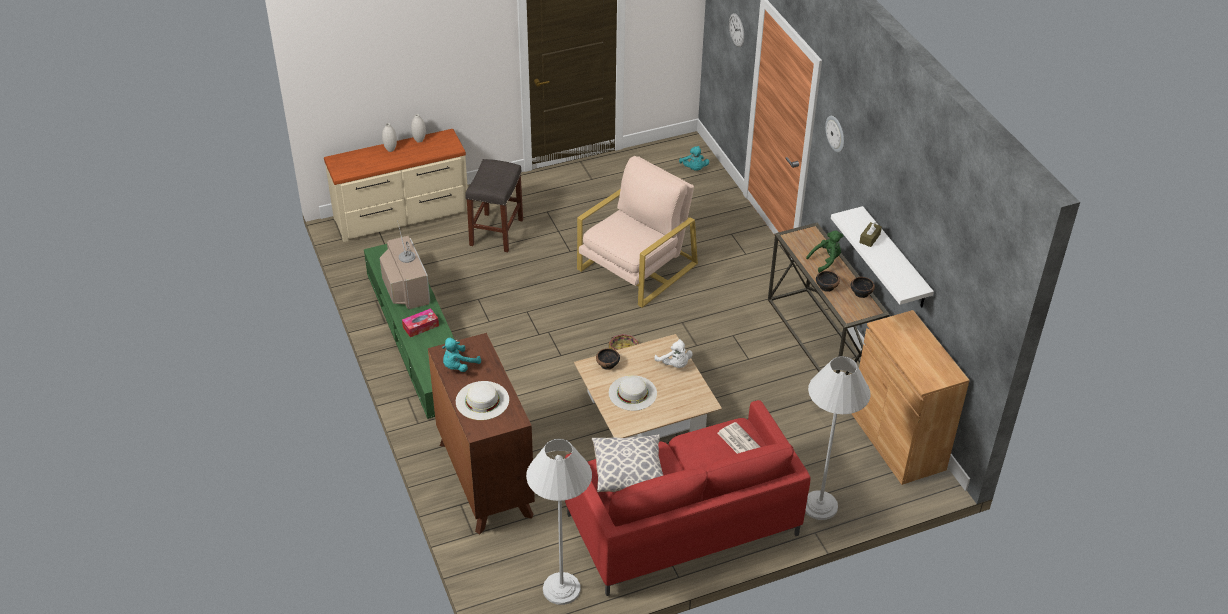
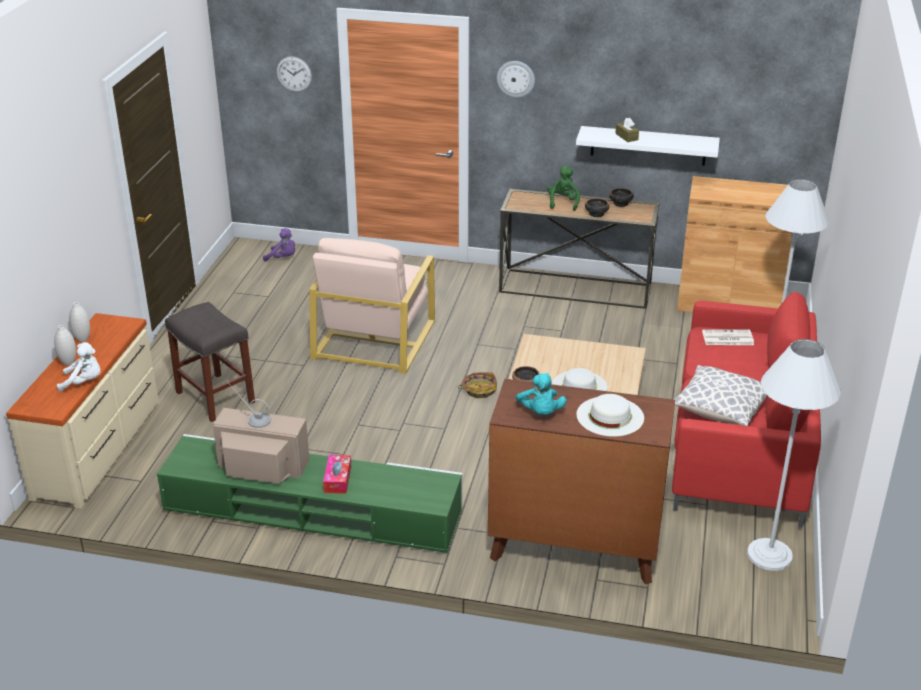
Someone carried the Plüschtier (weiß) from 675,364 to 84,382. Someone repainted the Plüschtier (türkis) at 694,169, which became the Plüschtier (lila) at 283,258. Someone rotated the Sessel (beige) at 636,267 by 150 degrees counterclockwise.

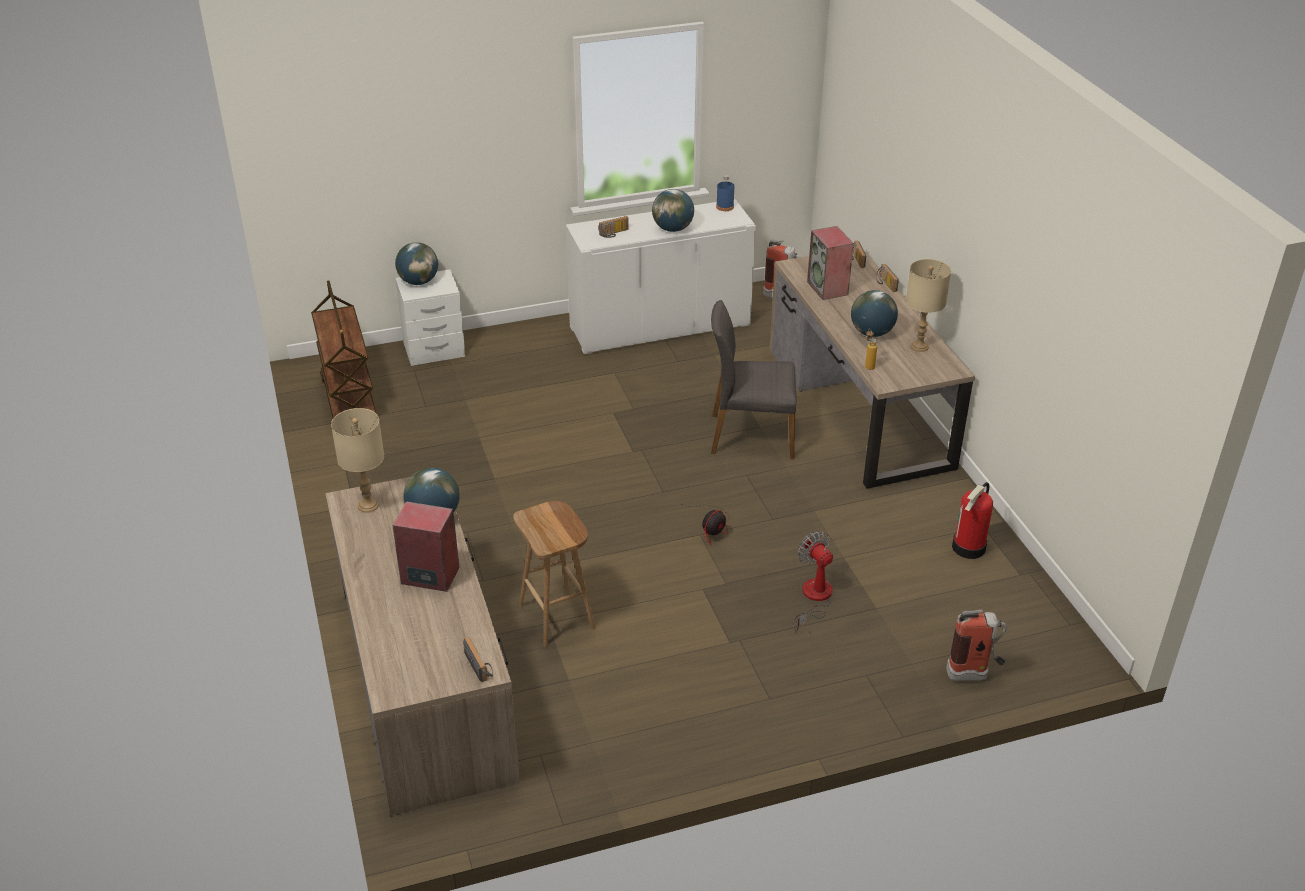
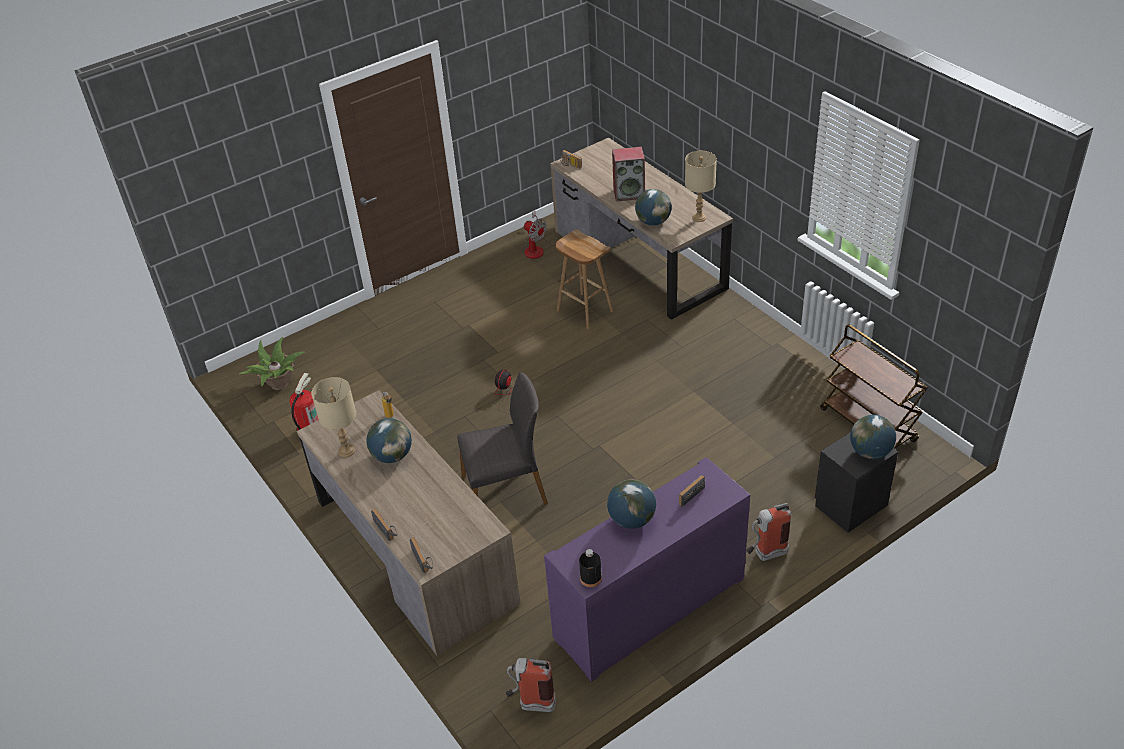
Someone took away the Lautsprecher at 828,288. Someone put down the Topfpflanze at 279,384. Someone carried the Ventilator from 814,598 to 534,248. Someone carried the Feuerlöscher from 974,675 to 765,555. Someone repainted the Nachttisch (weiß) at 434,350, which became the Nachttisch (schwarz) at 850,505. Someone repainted the Schrank (weiß) at 660,326, which became the Schrank (lila) at 650,608. Someone repainted the Flasche (blau) at 725,207, which became the Flasche (schwarz) at 591,578.

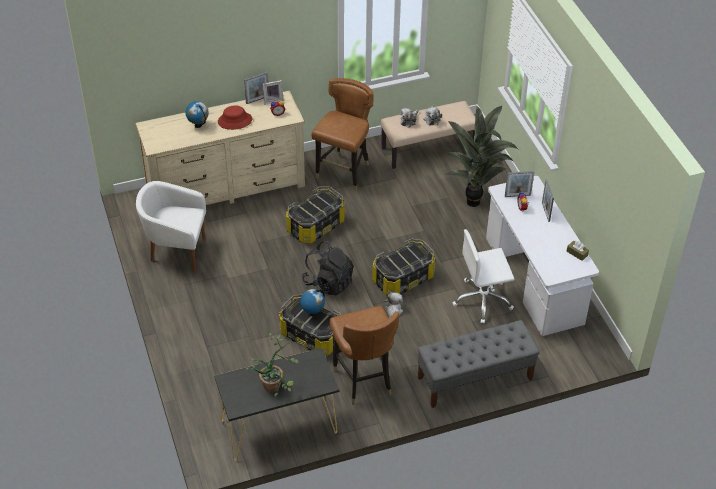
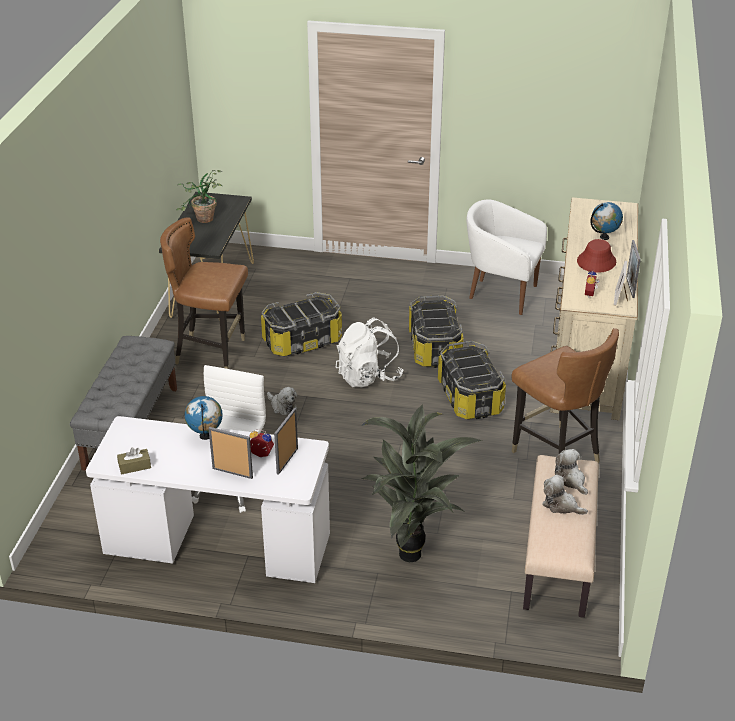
Someone carried the Globus from 312,313 to 206,436. Someone carried the Aufbewahrungsbox from 403,278 to 434,348. Someone repainted the Rucksack (schwarz) at 328,282, which became the Rucksack (weiß) at 368,376. Someone rotated the Sessel (weiß) at 176,252 by 105 degrees counterclockwise.

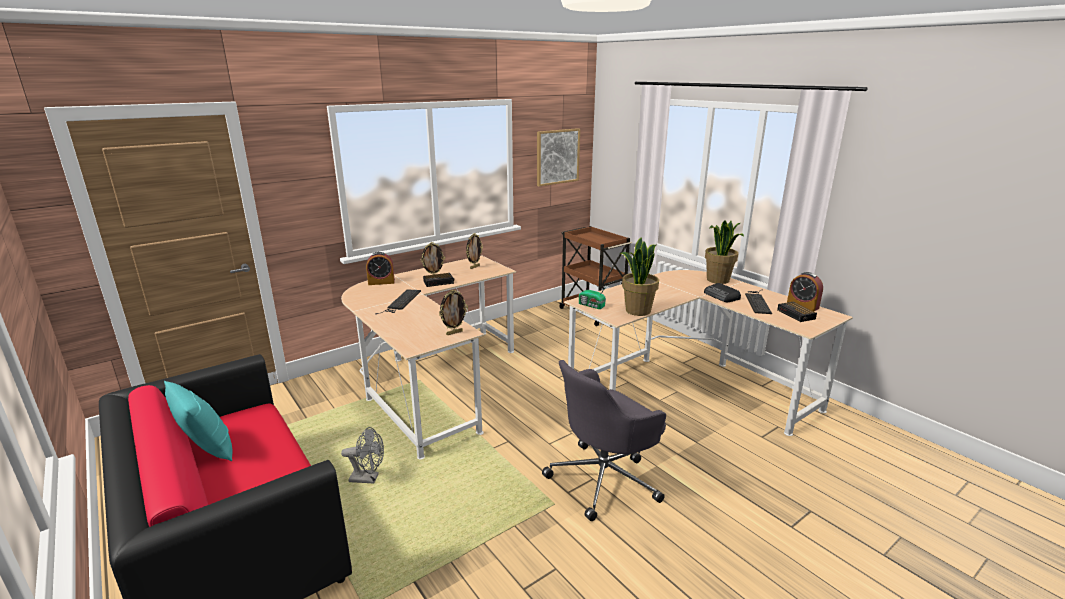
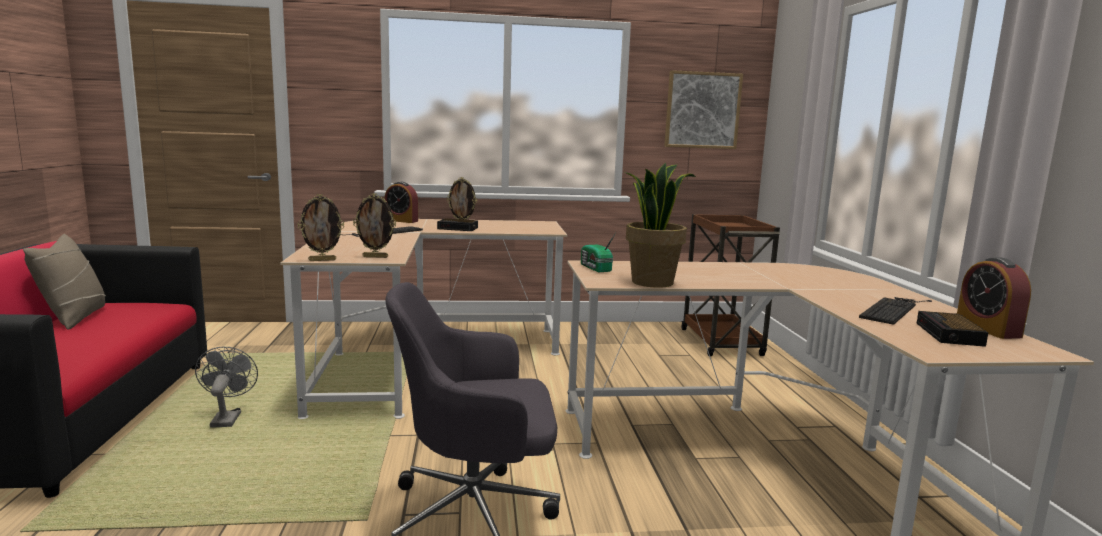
Someone took away the Radio at 722,296. Someone took away the Topfpflanze at 718,280. Someone carried the Bilderrahmen from 474,267 to 322,260. Someone repainted the Kissen (türkis) at 207,448, which became the Kissen (beige) at 74,317. Someone rotated the Ventilator (grau) at 368,478 by 135 degrees counterclockwise.

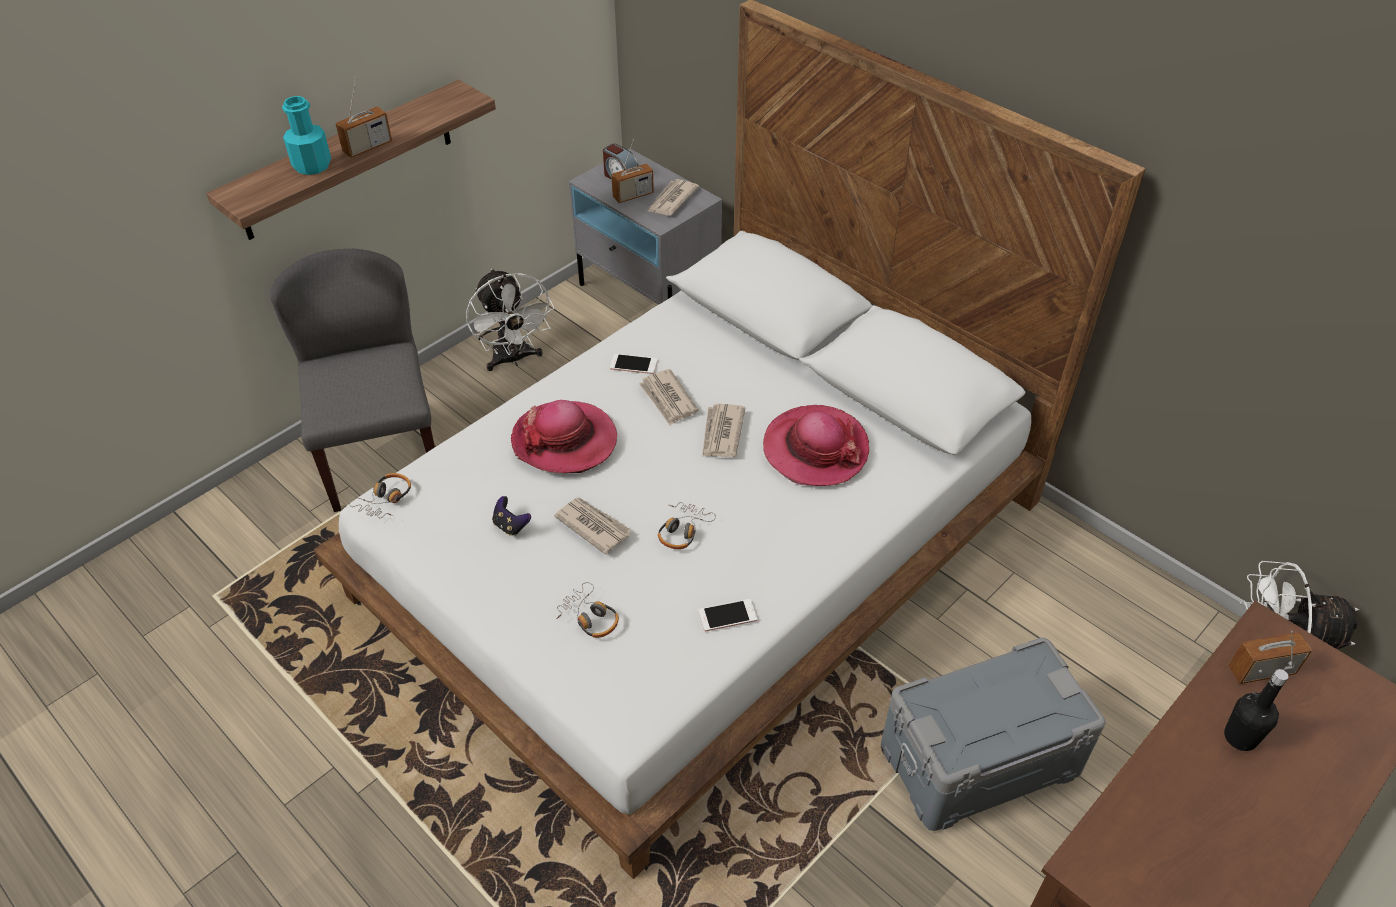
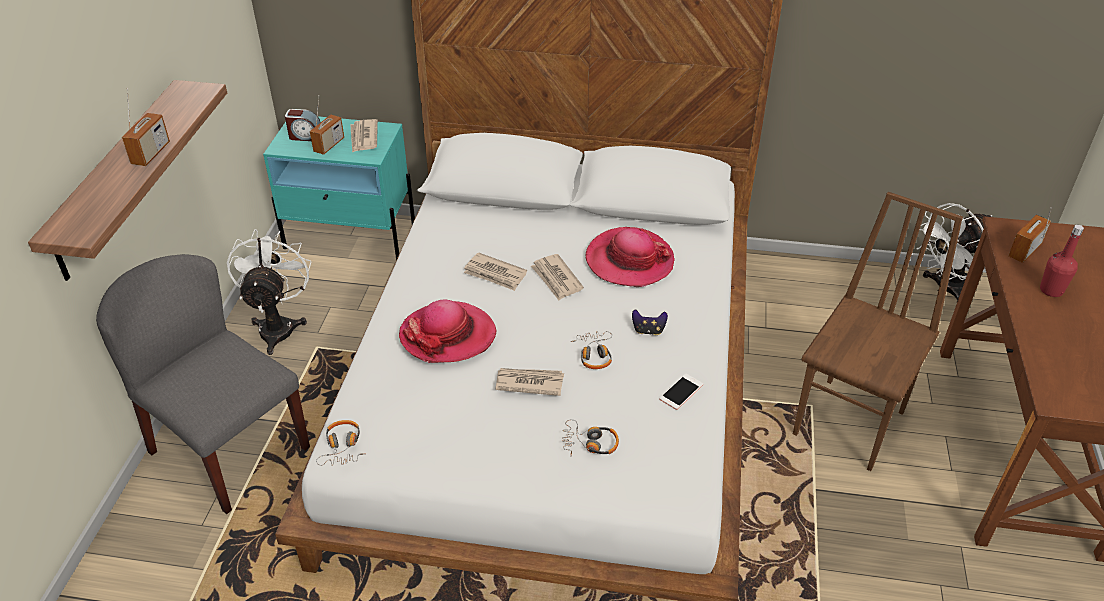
Someone took away the Flasche (türkis) at 312,165. Someone took away the Handy at 633,364. Someone carried the Gamepad from 511,526 to 648,330. Someone swapped the Aufbewahrungsbox (grau) at 980,760 for the Stuhl (braun) at 851,423. Someone repainted the Nachttisch (grau) at 648,298, which became the Nachttisch (türkis) at 351,236. Someone repainted the Flasche (schwarz) at 1240,737, which became the Flasche (rot) at 1051,290. Someone rotated the Ventilator (weiß) at 513,359 by 120 degrees counterclockwise.

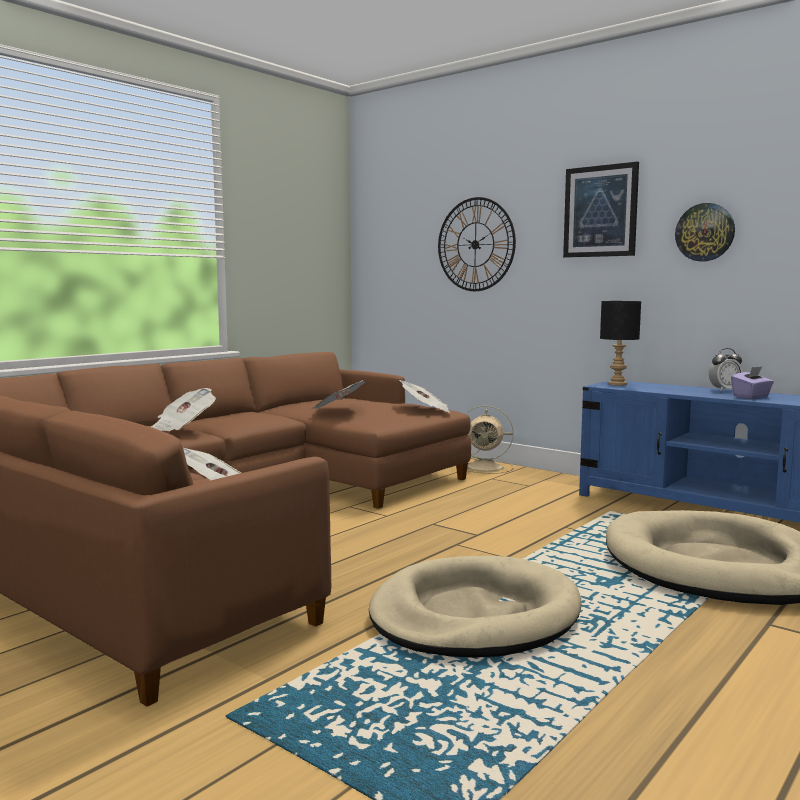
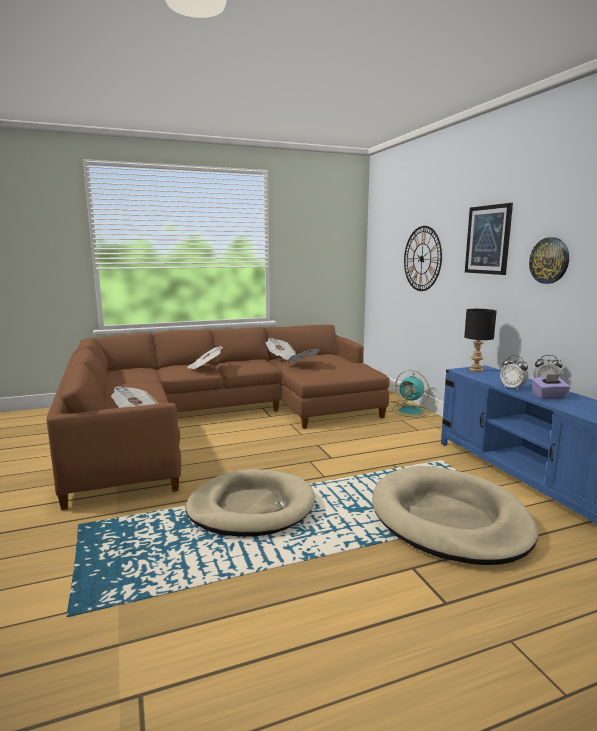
Someone put down the Wecker at 512,388. Someone carried the Zeitung from 426,411 to 281,357. Someone repainted the Ventilator (beige) at 486,467, which became the Ventilator (türkis) at 411,411.

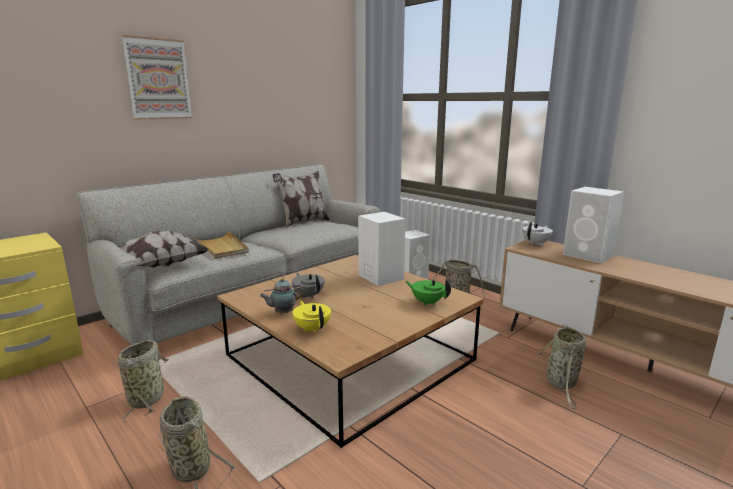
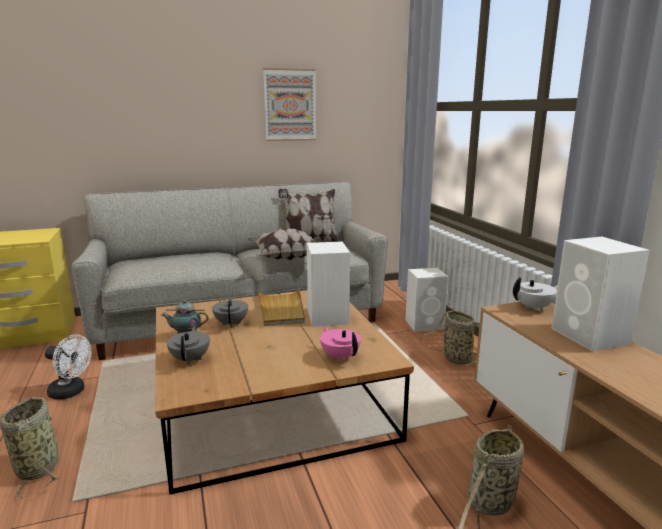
Someone carried the Kissen from 161,265 to 285,259. Someone carried the Bild from 158,79 to 289,105. Someone carried the Tablett (beige) from 221,247 to 281,309. Someone swapped the Korb at 148,398 for the Ventilator (weiß) at 71,392. Someone repainted the Teekanne (gelb) at 312,329, which became the Teekanne (grau) at 190,359. Someone repainted the Teekanne (grün) at 427,302, which became the Teekanne (rosa) at 340,356.

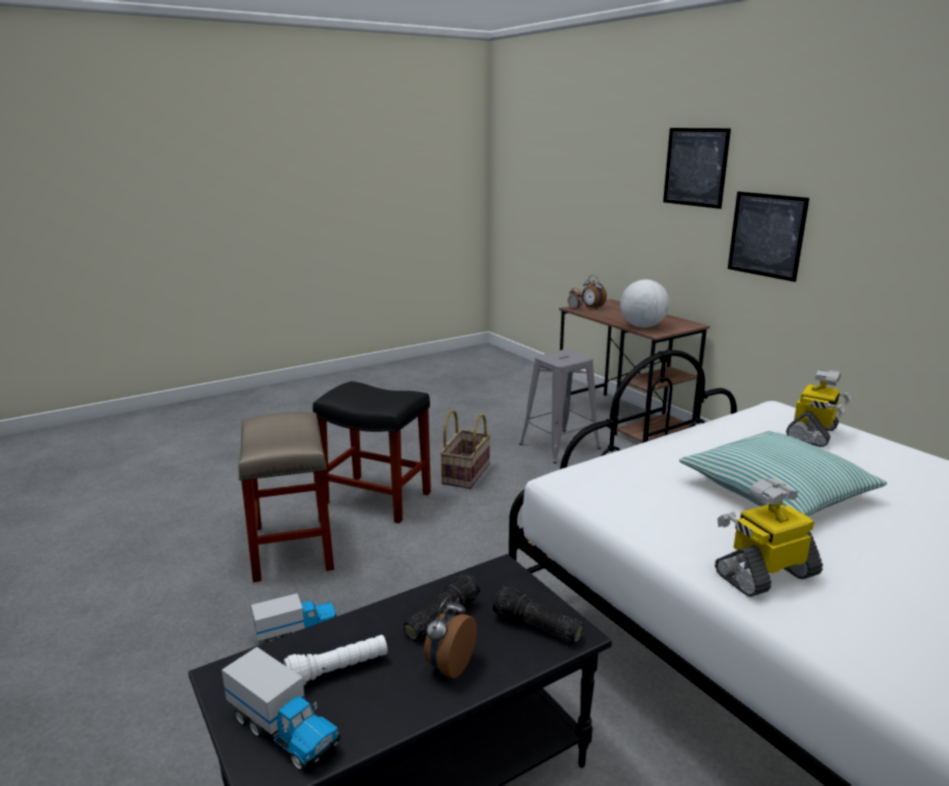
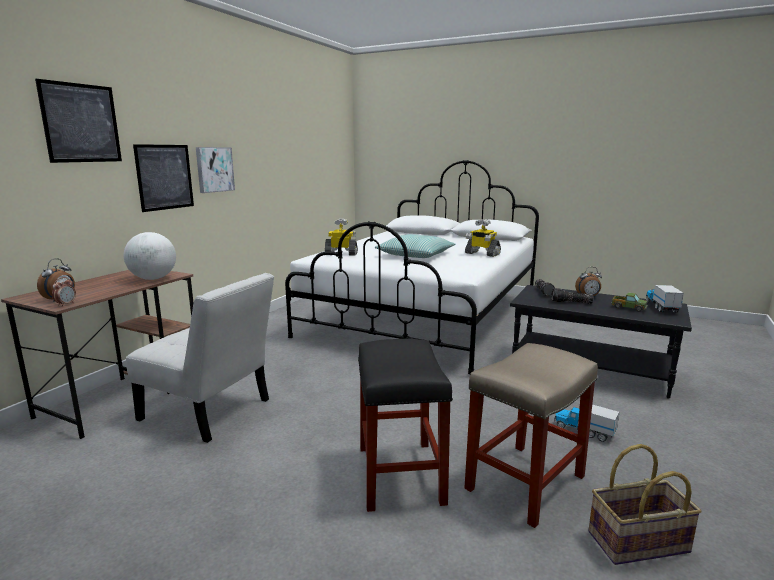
Someone put up the Bild at 214,169. Someone carried the Korb from 465,474 to 638,543. Someone swapped the Taschenlampe (weiß) at 338,671 for the Spielzeuglaster at 628,308. Someone swapped the Hocker (grau) at 559,446 for the Stuhl (weiß) at 210,412.

